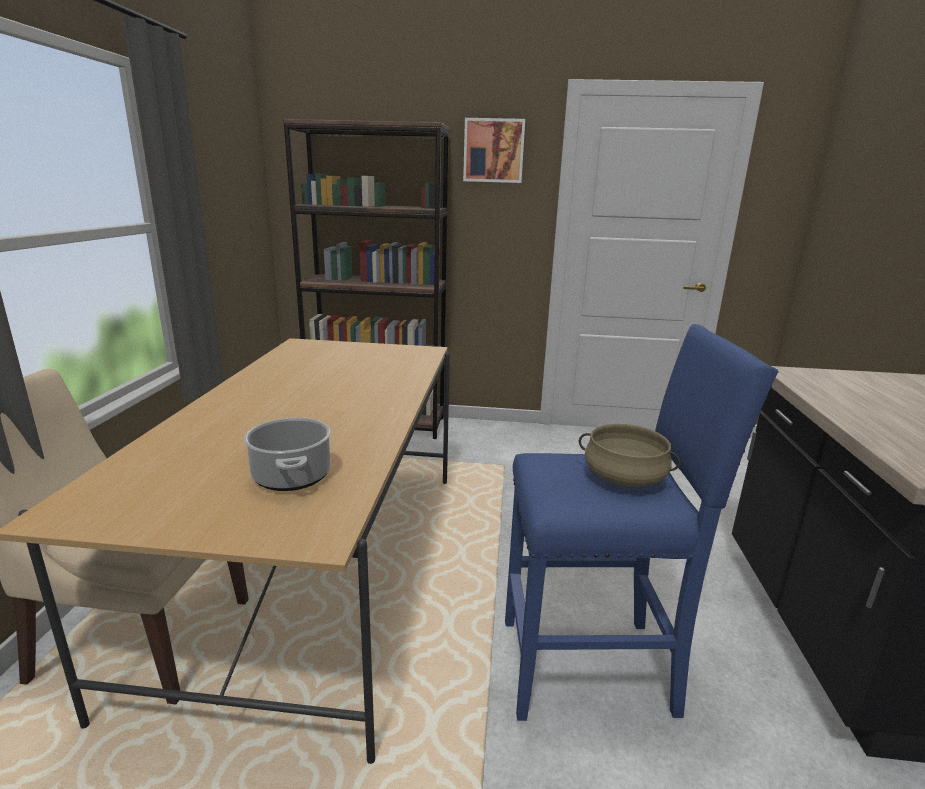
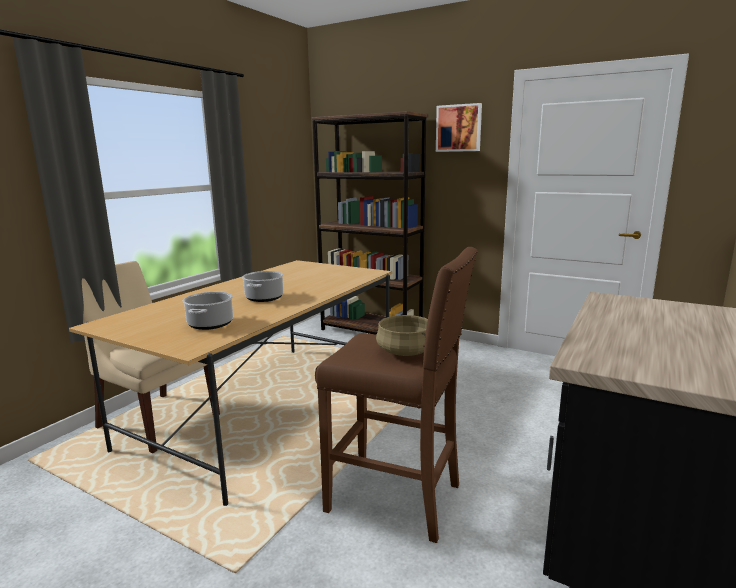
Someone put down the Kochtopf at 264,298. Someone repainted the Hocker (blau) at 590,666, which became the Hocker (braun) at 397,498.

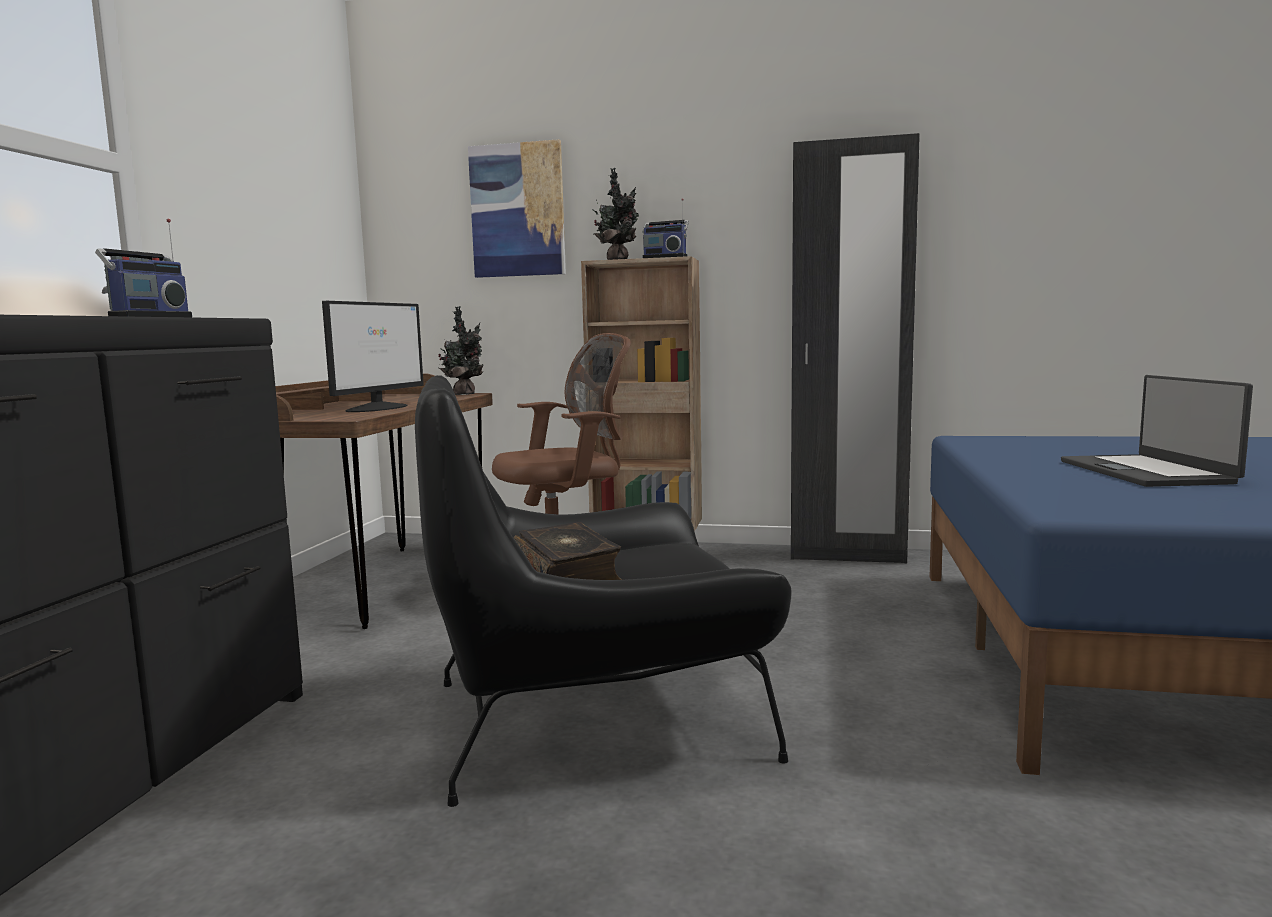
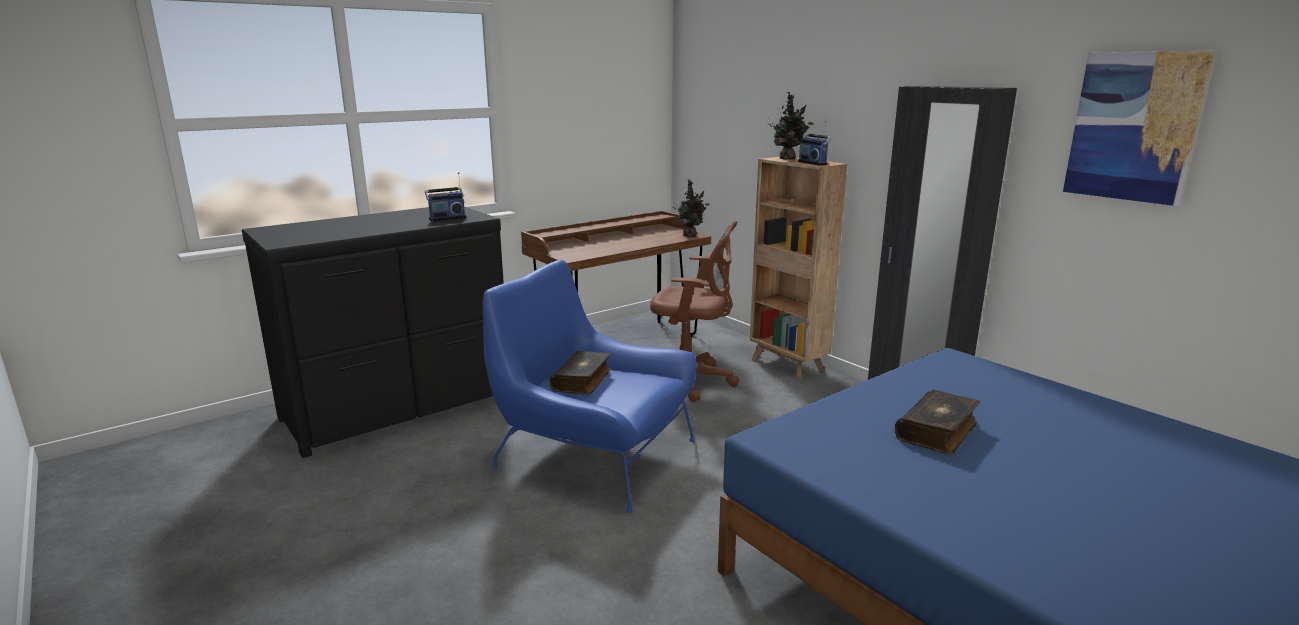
Someone took away the Monitor at 378,408. Someone carried the Bild from 517,210 to 1133,127. Someone swapped the Laptop at 1146,472 for the Buch at 938,431. Someone repainted the Sessel (schwarz) at 594,716, which became the Sessel (blau) at 594,455.

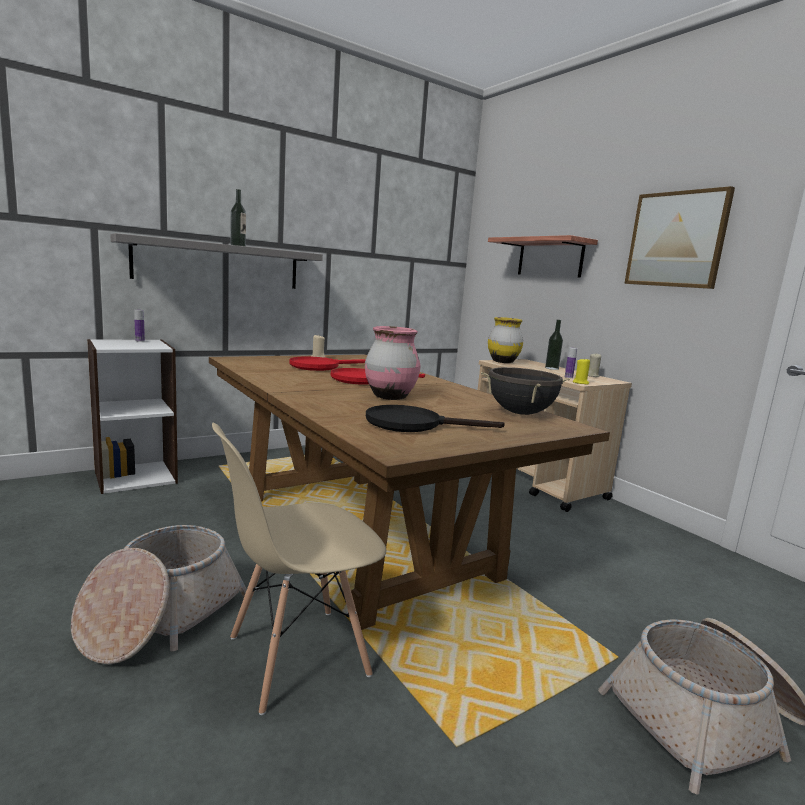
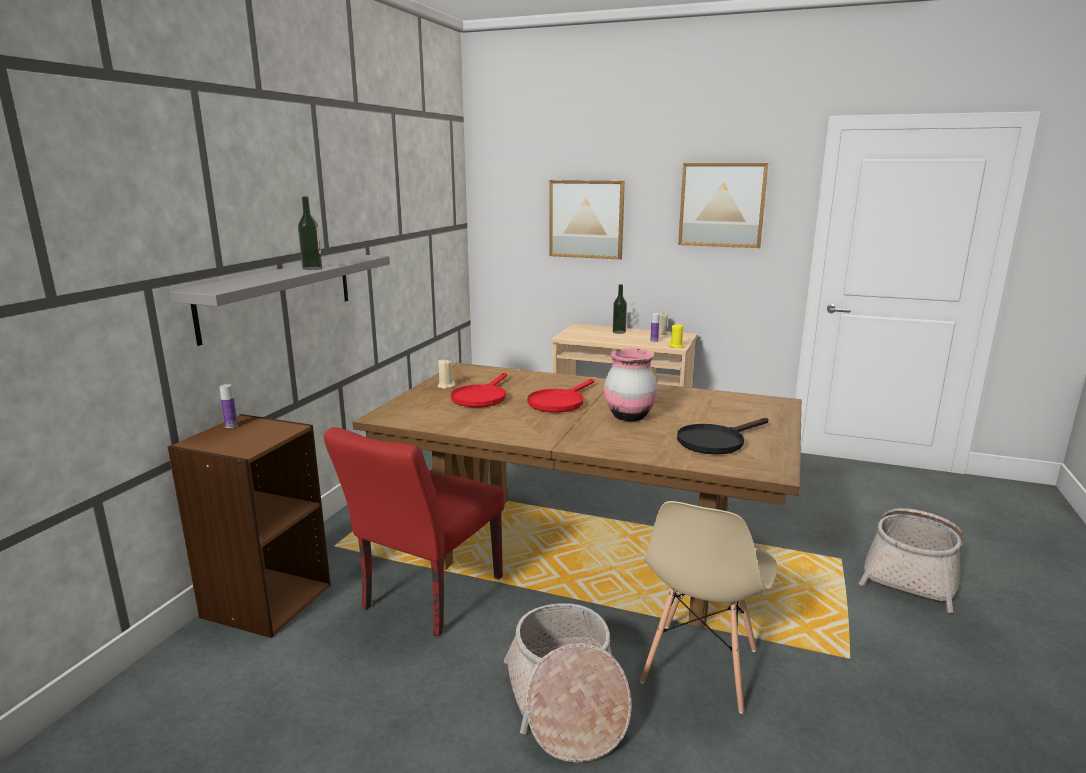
Someone took away the Kochtopf (schwarz) at 520,413. Someone took away the Vase (gelb) at 502,361. Someone put down the Stuhl (rot) at 426,598. Someone swapped the Wandregal at 550,258 for the Bild at 586,219. Someone repainted the Bücherregal (weiß) at 135,476, which became the Bücherregal (braun) at 266,600.

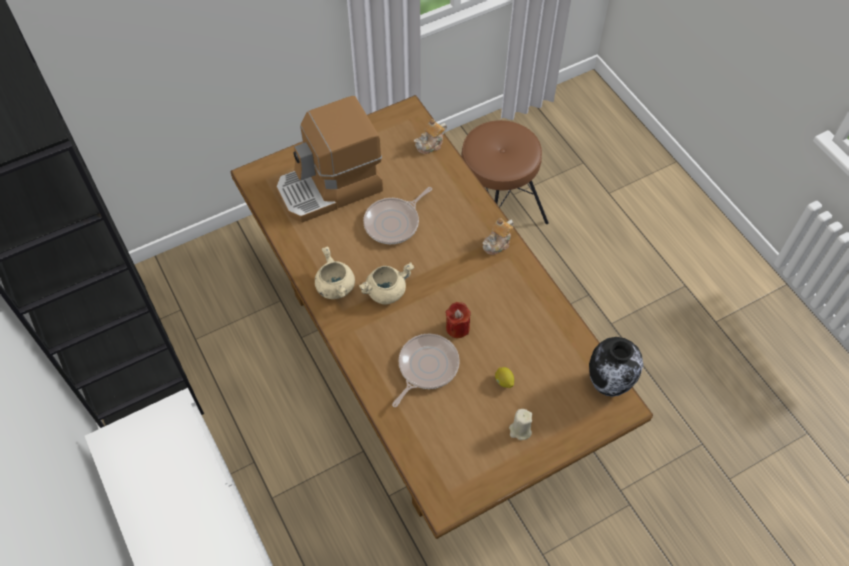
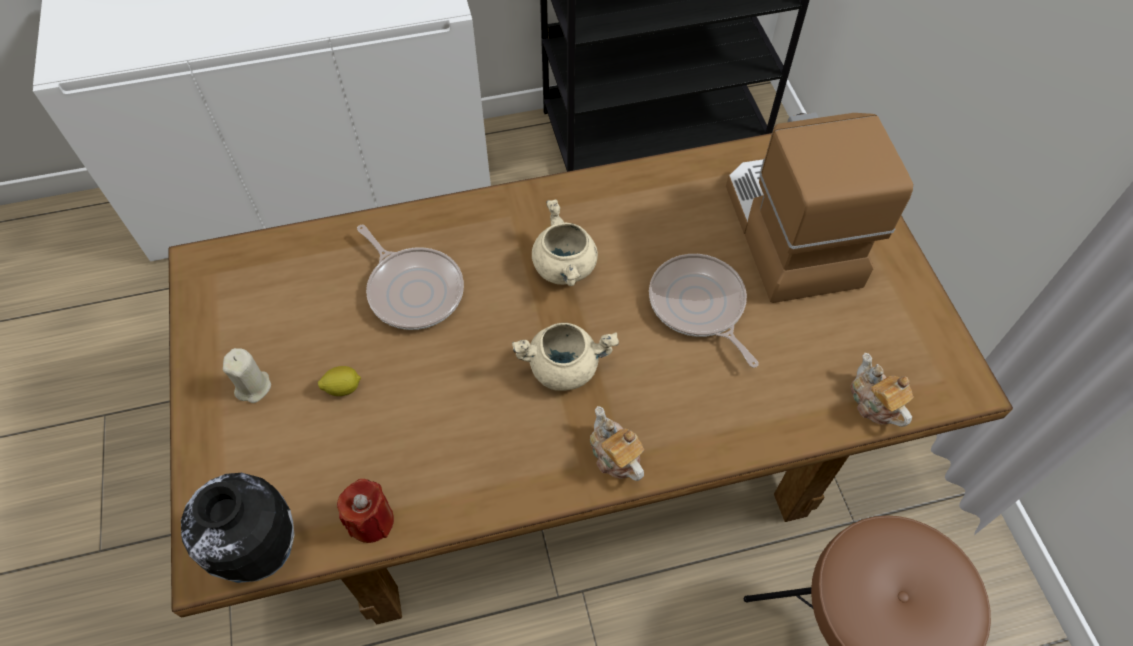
Someone carried the Kochtopf (beige) from 334,287 to 564,367. Someone carried the Kerze (rot) from 457,327 to 371,521.

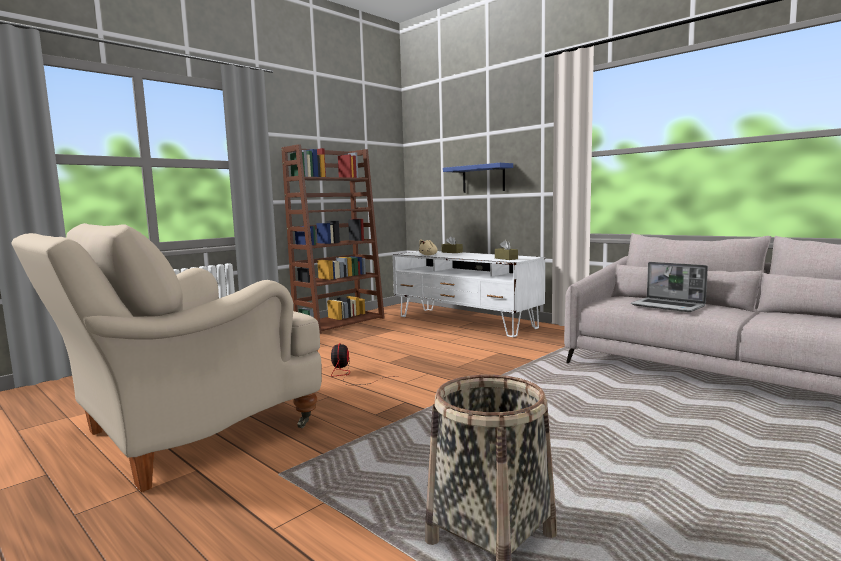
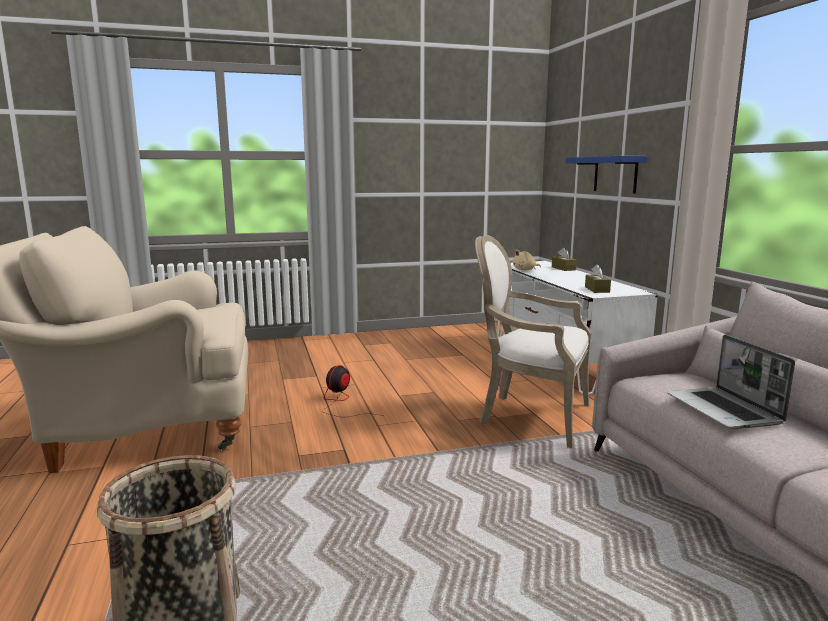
Someone took away the Bücherregal (braun) at 340,322. Someone put down the Sessel at 529,416.

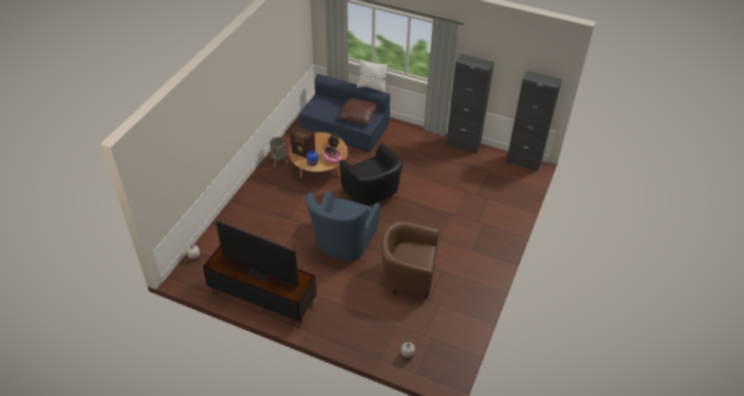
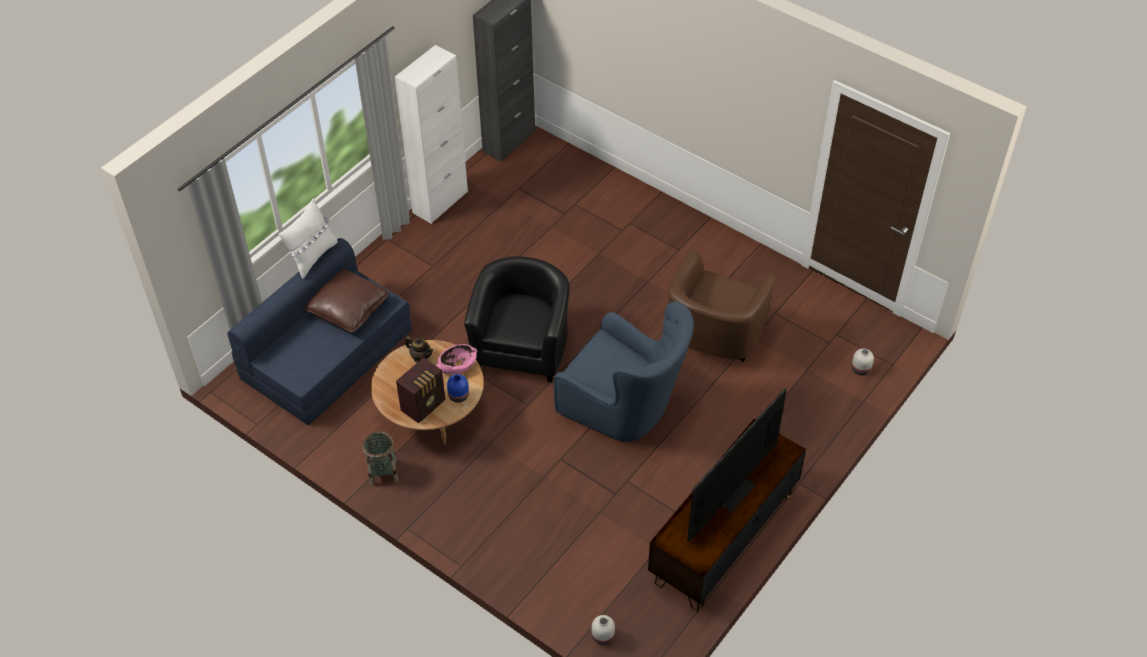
Someone repainted the Schrank (schwarz) at 463,144, which became the Schrank (weiß) at 440,202. Someone rotated the Sessel (schwarz) at 372,195 by 60 degrees counterclockwise.

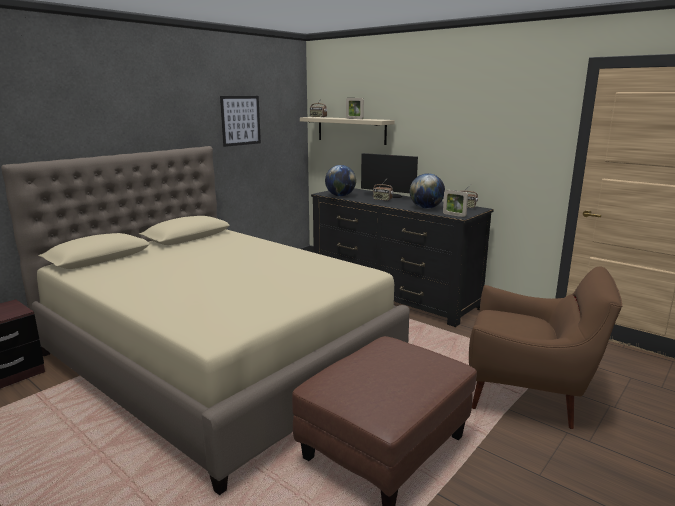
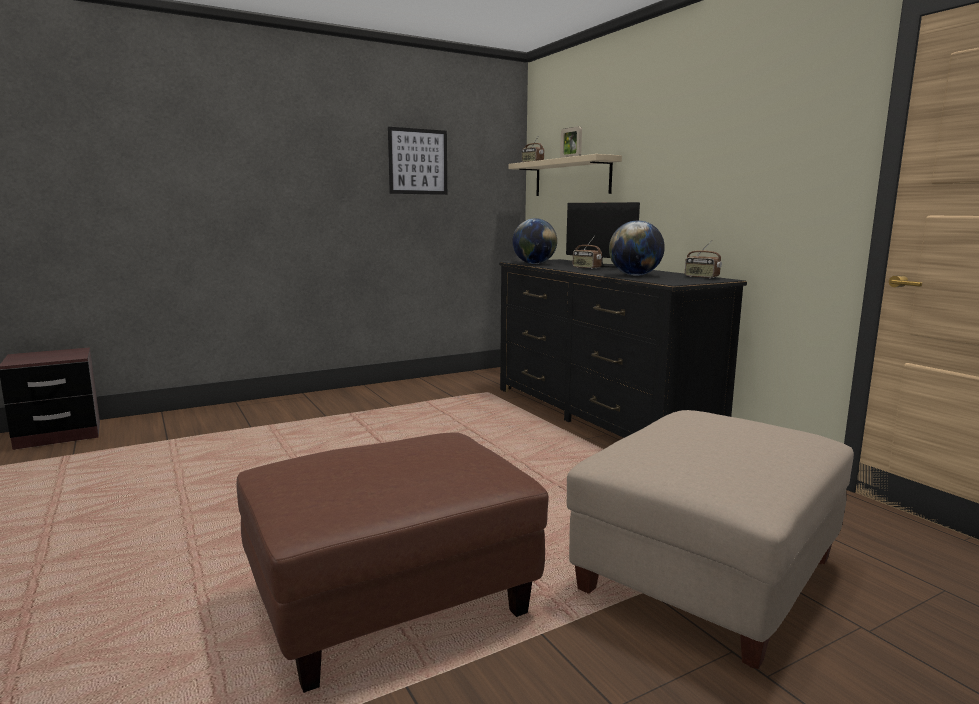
Someone took away the Bett (beige) at 218,359. Someone took away the Bilderrahmen at 454,215. Someone swapped the Sessel (braun) at 529,394 for the Polsterhocker (beige) at 708,576.

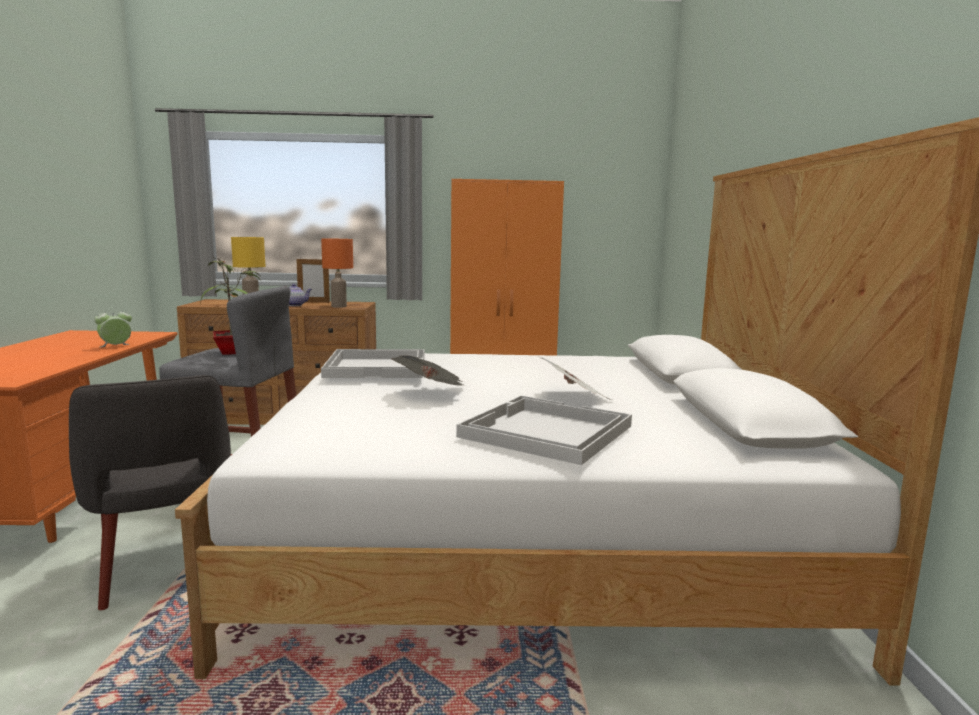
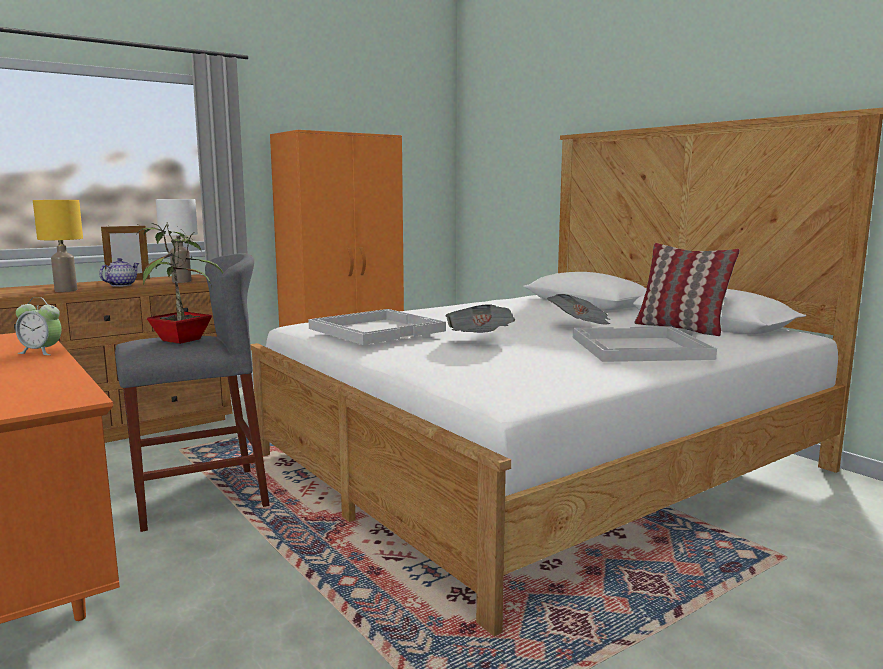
Someone took away the Sessel (grau) at 165,565. Someone put down the Kissen at 680,328. Someone repainted the Tischlampe (orange) at 338,306, which became the Tischlampe (weiß) at 181,281. Someone rotated the Wecker at 116,346 by 90 degrees counterclockwise.

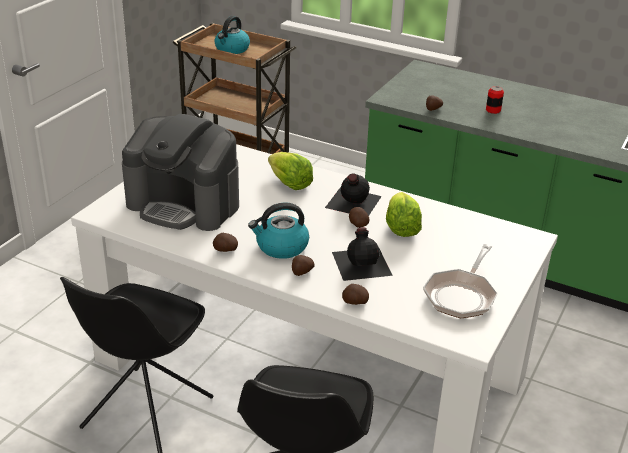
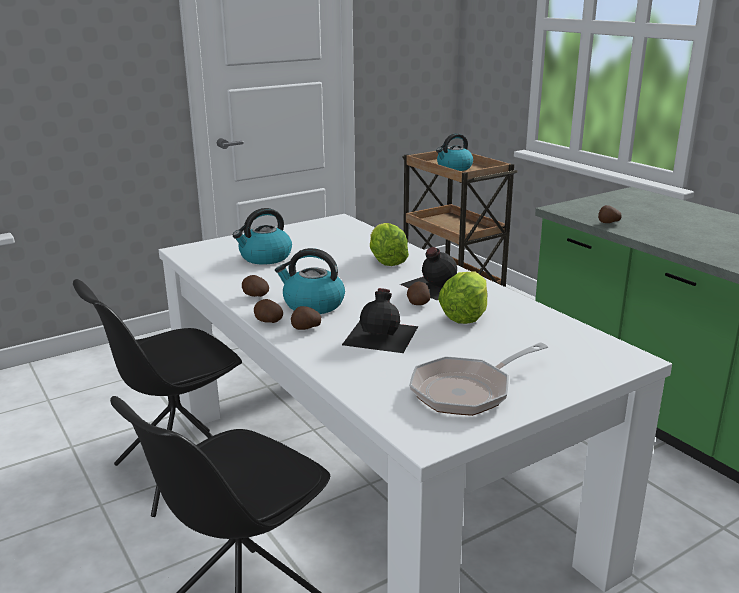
Someone took away the Dose at 493,110. Someone carried the Kartoffel from 355,302 to 268,322. Someone swapped the Kaffeemaschine at 184,204 for the Wasserkessel at 265,257.

